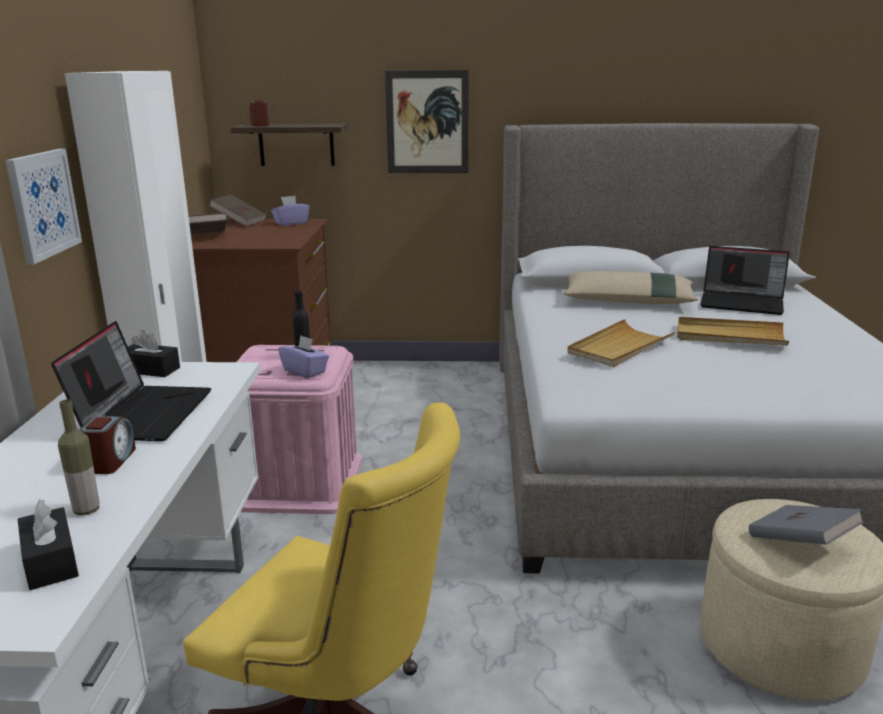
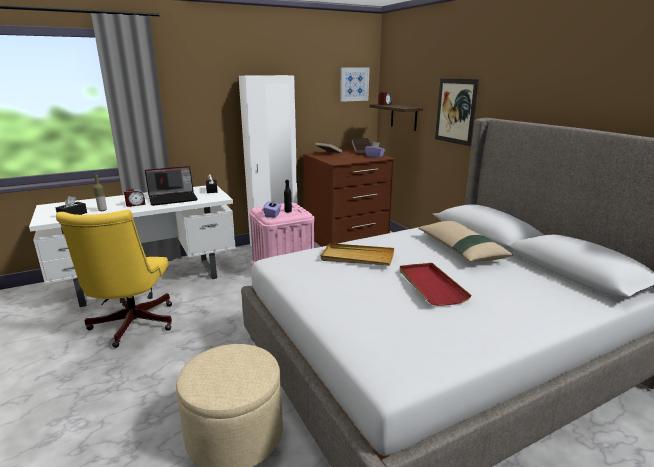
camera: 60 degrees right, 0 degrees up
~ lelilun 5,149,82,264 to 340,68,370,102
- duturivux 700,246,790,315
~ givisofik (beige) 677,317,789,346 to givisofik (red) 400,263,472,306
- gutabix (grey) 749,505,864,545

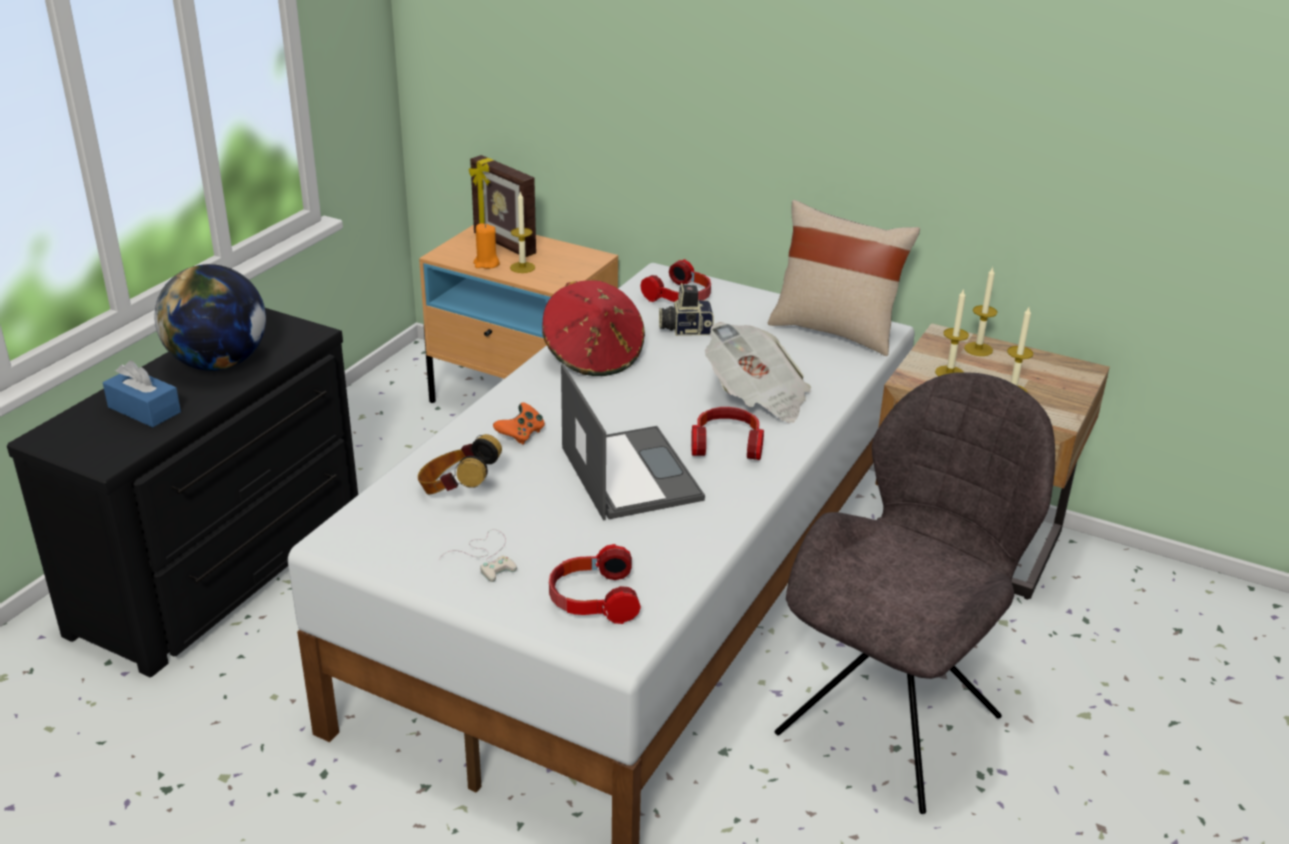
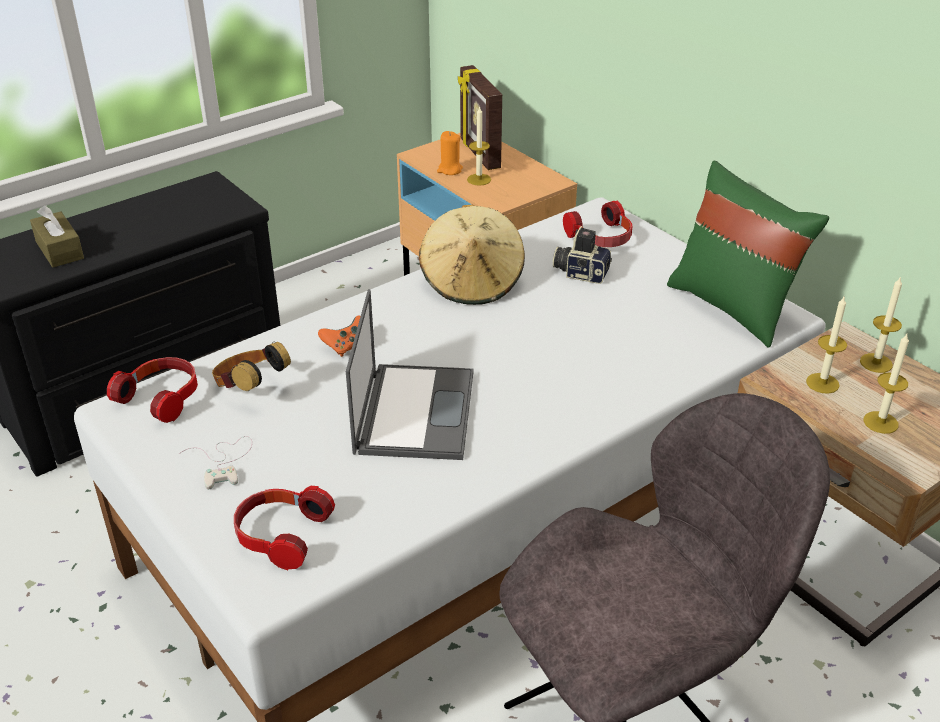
camera: 25 degrees right, 5 degrees up
~ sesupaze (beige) 768,200,920,356 to sesupaze (green) 667,161,829,347
- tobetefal 155,264,266,371
~ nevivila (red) 542,280,645,376 to nevivila (beige) 419,205,525,305
- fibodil 705,322,811,422
~ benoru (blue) 103,360,181,427 to benoru (brown) 30,205,84,267
~ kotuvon 691,407,764,460 to 107,357,198,423

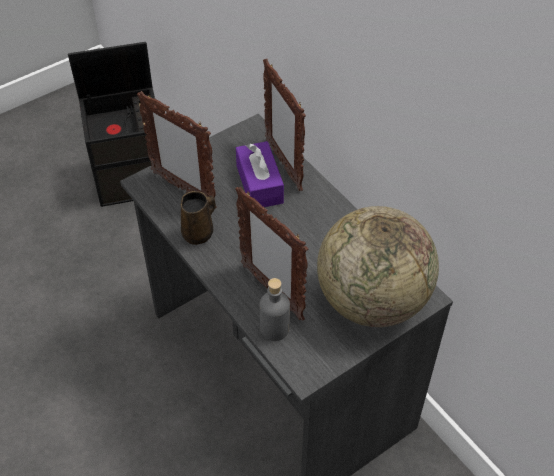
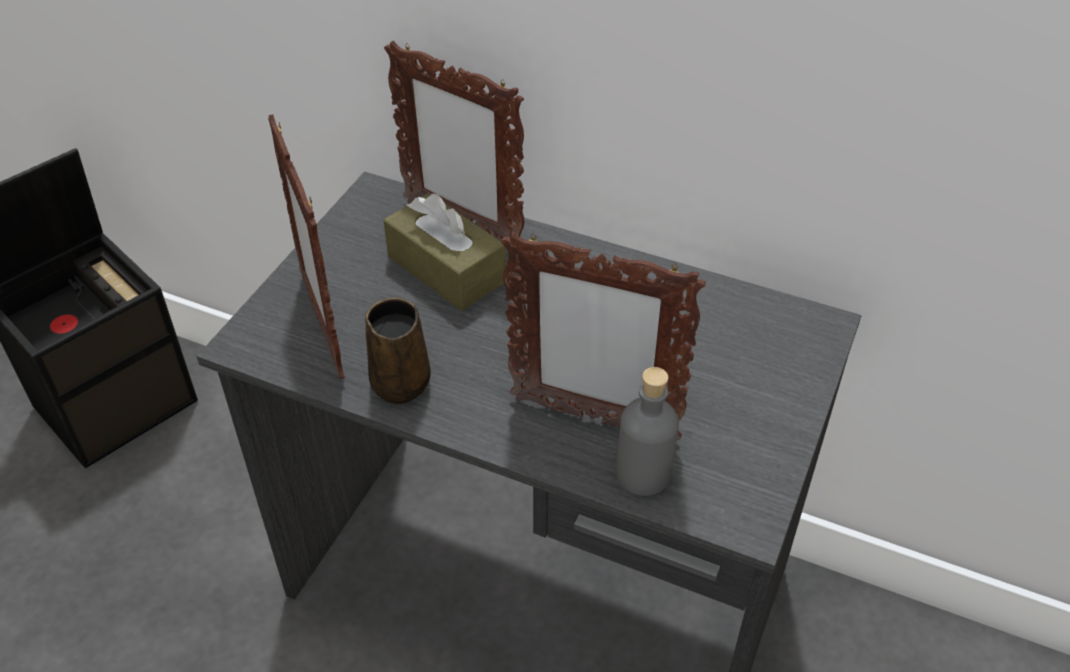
camera: 30 degrees left, 5 degrees down
~ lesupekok 137,91,217,207 = 268,114,345,379 60 degrees clockwise
~ benoru (purple) 236,141,284,207 to benoru (brown) 383,193,506,311
- tobetefal 317,206,439,327

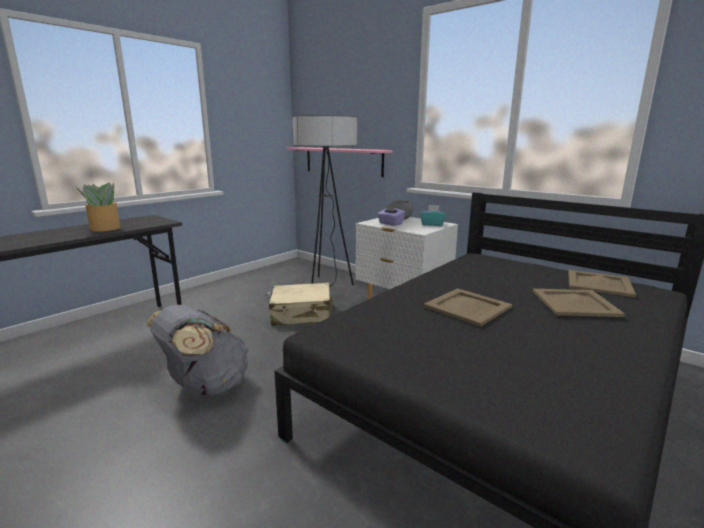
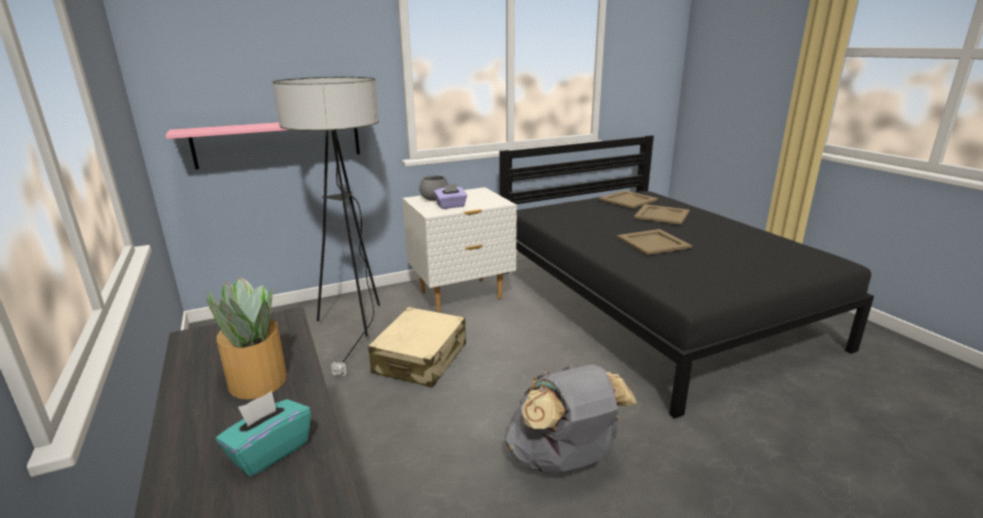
camera: 65 degrees left, 5 degrees up
~ benoru (turquoise) 420,205,446,226 to 216,391,311,477

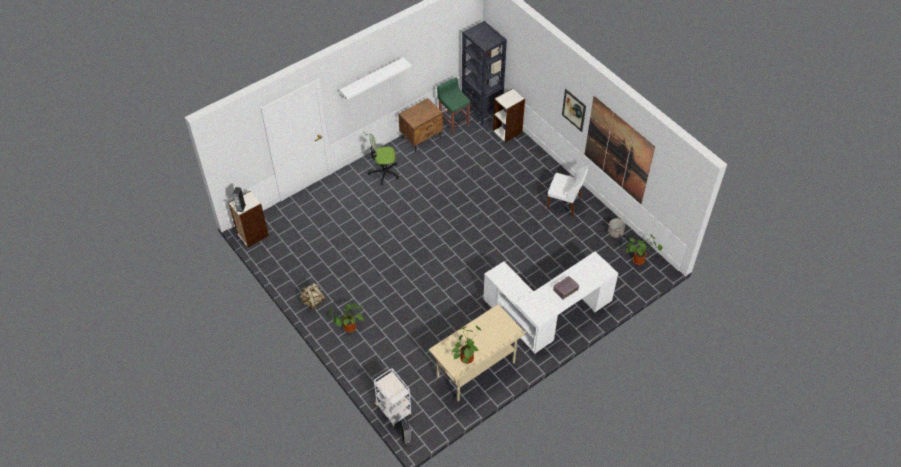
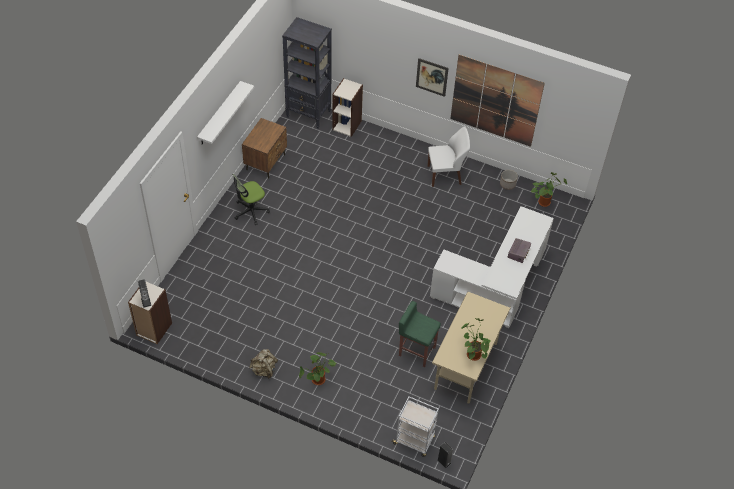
camera: 30 degrees left, 0 degrees up
~ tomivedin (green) 437,77,471,134 to 399,301,441,367

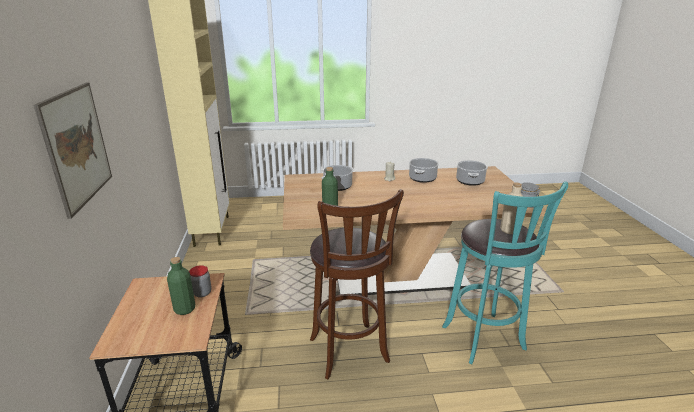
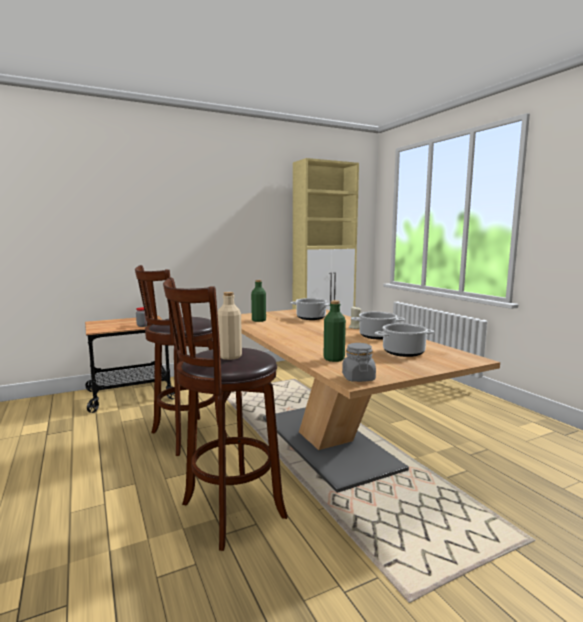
camera: 70 degrees right, 15 degrees down
- lelilun 33,83,112,219
~ tomivedin (turquoise) 442,181,568,364 to tomivedin (brown) 163,278,288,551
~ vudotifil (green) 167,257,195,315 to 324,300,346,362

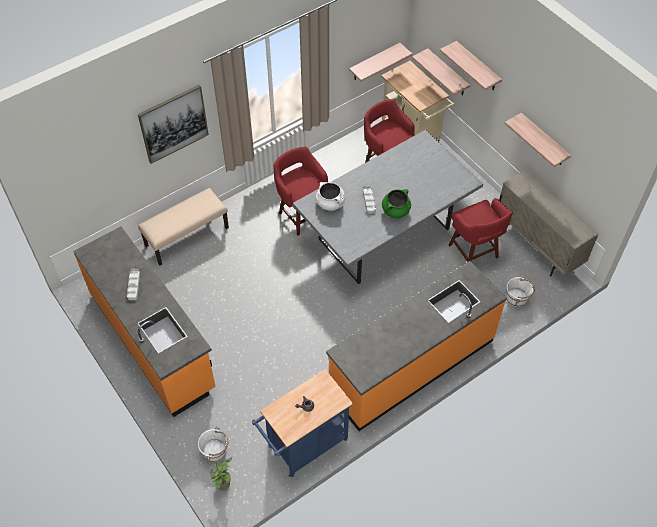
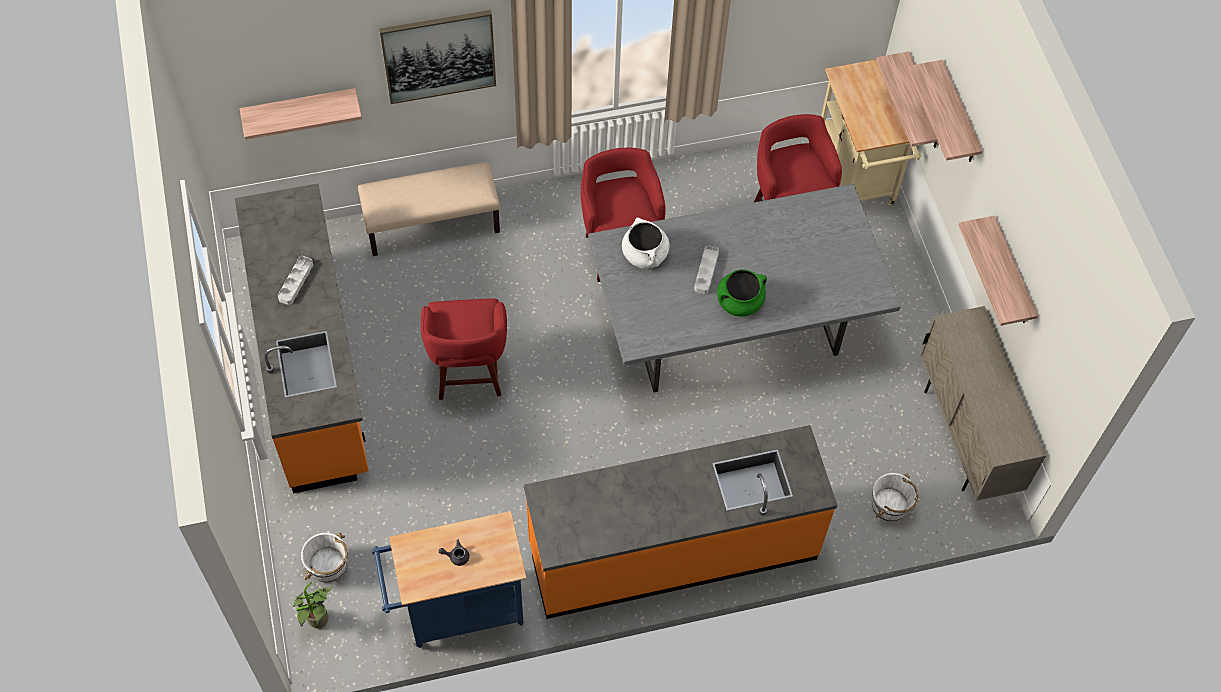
camera: 20 degrees right, 5 degrees up
~ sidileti 349,43,412,82 to 240,88,362,140
~ tomivedin (red) 449,198,513,262 to 421,298,507,400

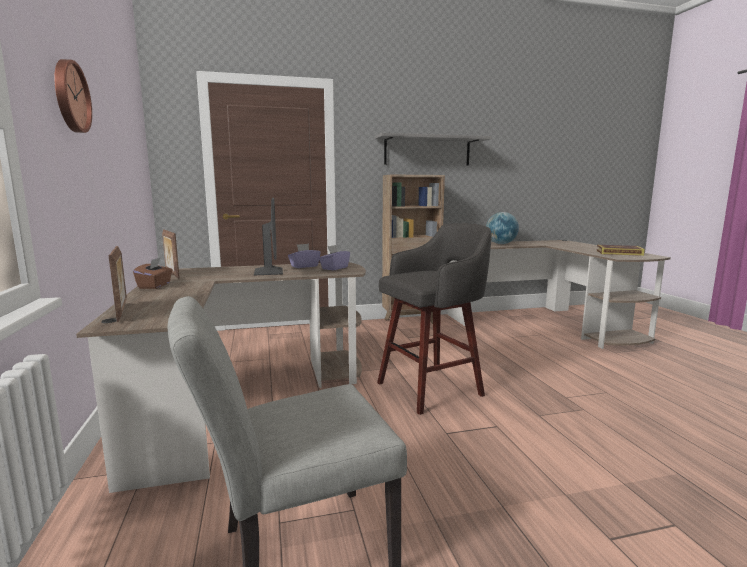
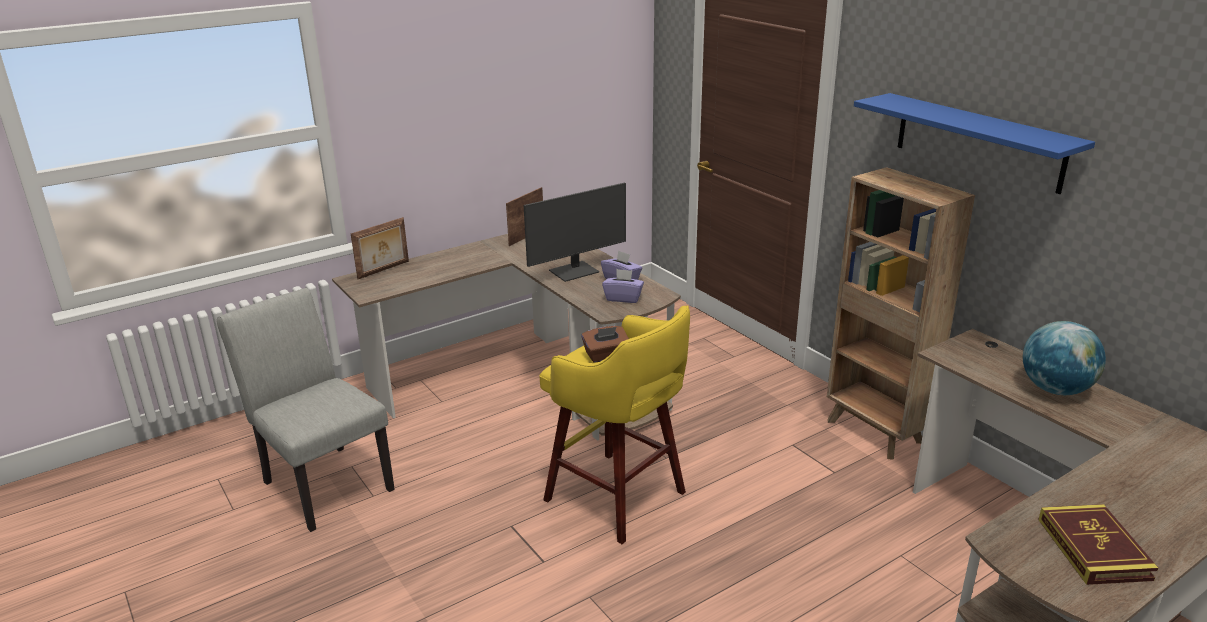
camera: 70 degrees right, 15 degrees up
- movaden 54,59,92,133
~ sidileti (grey) 375,133,491,166 to sidileti (blue) 854,93,1095,194
~ tomivedin (grey) 377,223,492,415 to tomivedin (yellow) 539,305,690,544
~ benoru (brown) 133,257,173,289 to 581,326,629,363

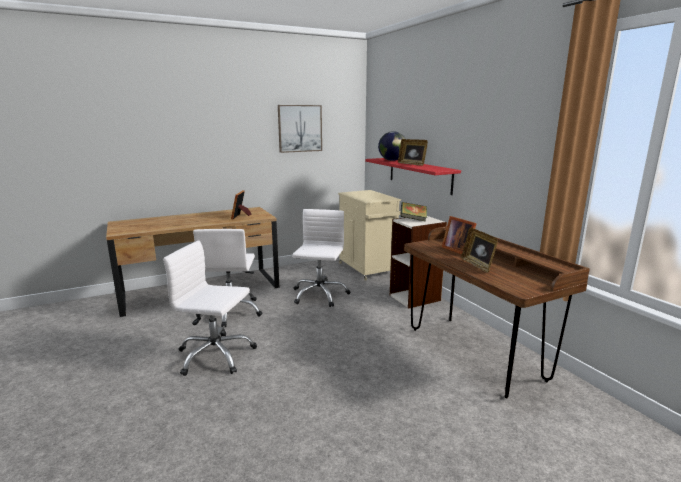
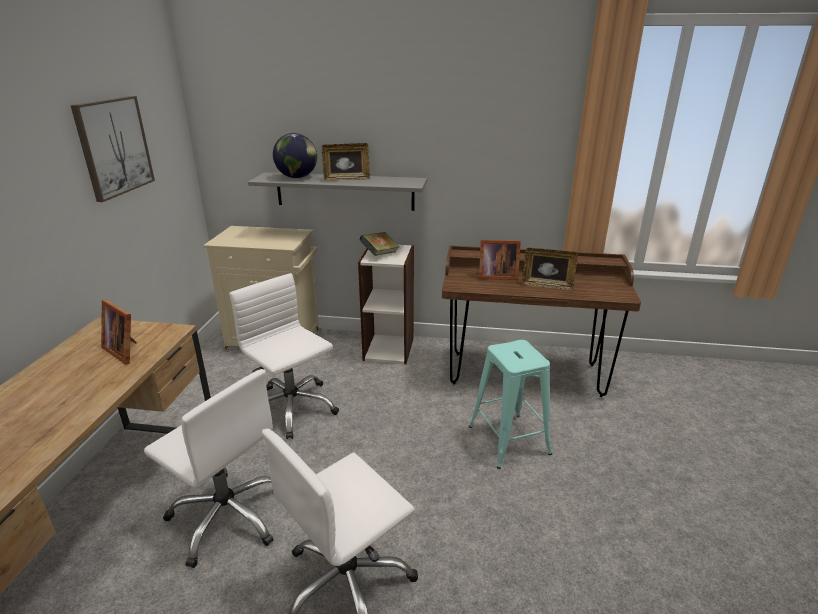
camera: 55 degrees left, 10 degrees up
~ sidileti (red) 365,158,461,195 to sidileti (grey) 248,172,427,211
+ tomivedin (turquoise) 469,340,552,469

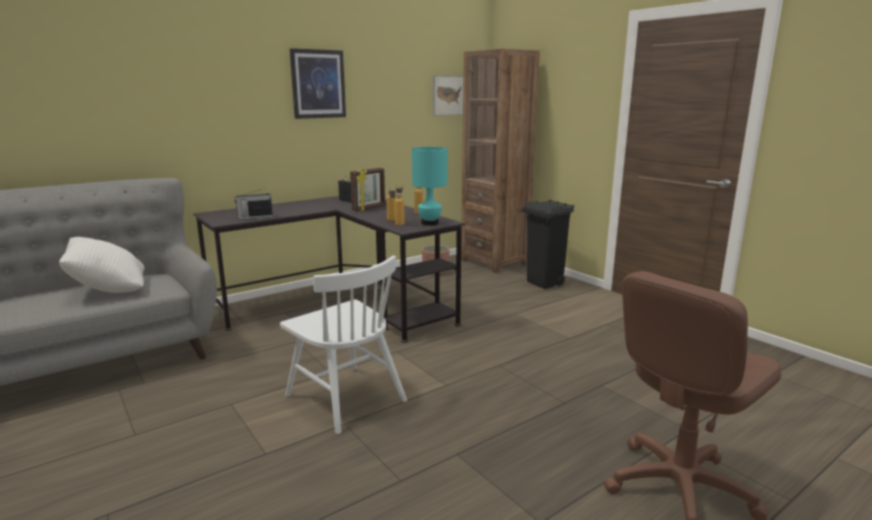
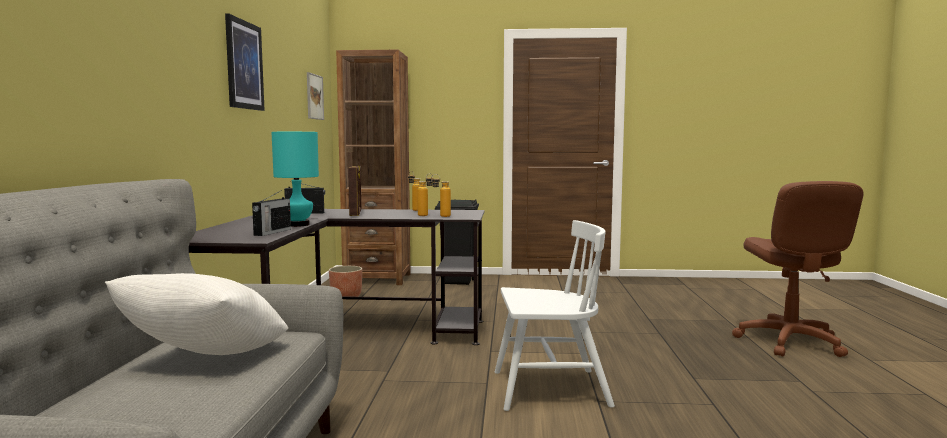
camera: 50 degrees left, 10 degrees down
~ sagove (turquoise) 412,147,448,225 to 271,132,319,227

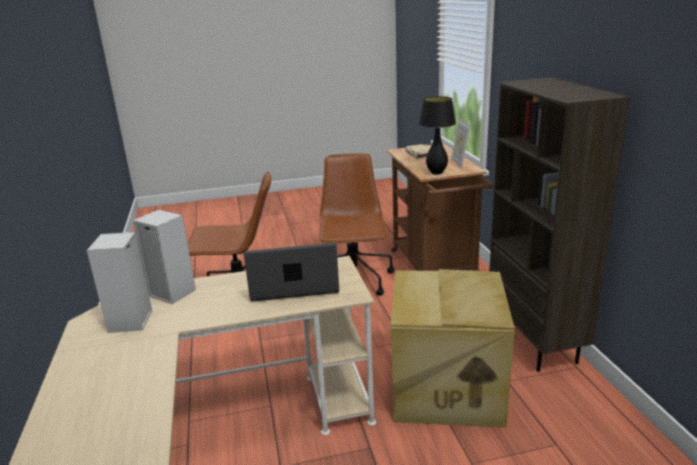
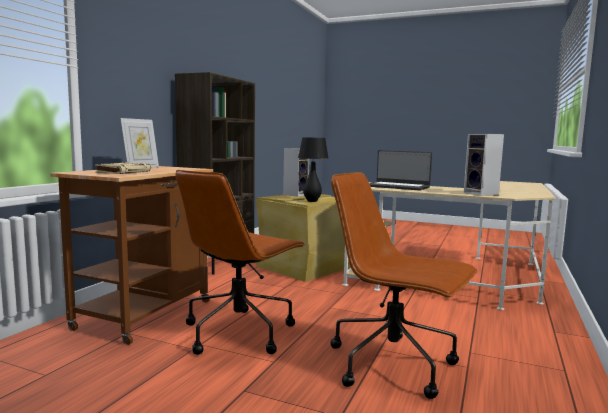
camera: 145 degrees left, 15 degrees down
~ sagove (black) 419,96,456,175 to 298,137,329,202
~ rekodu 87,232,152,333 to 283,148,309,197

